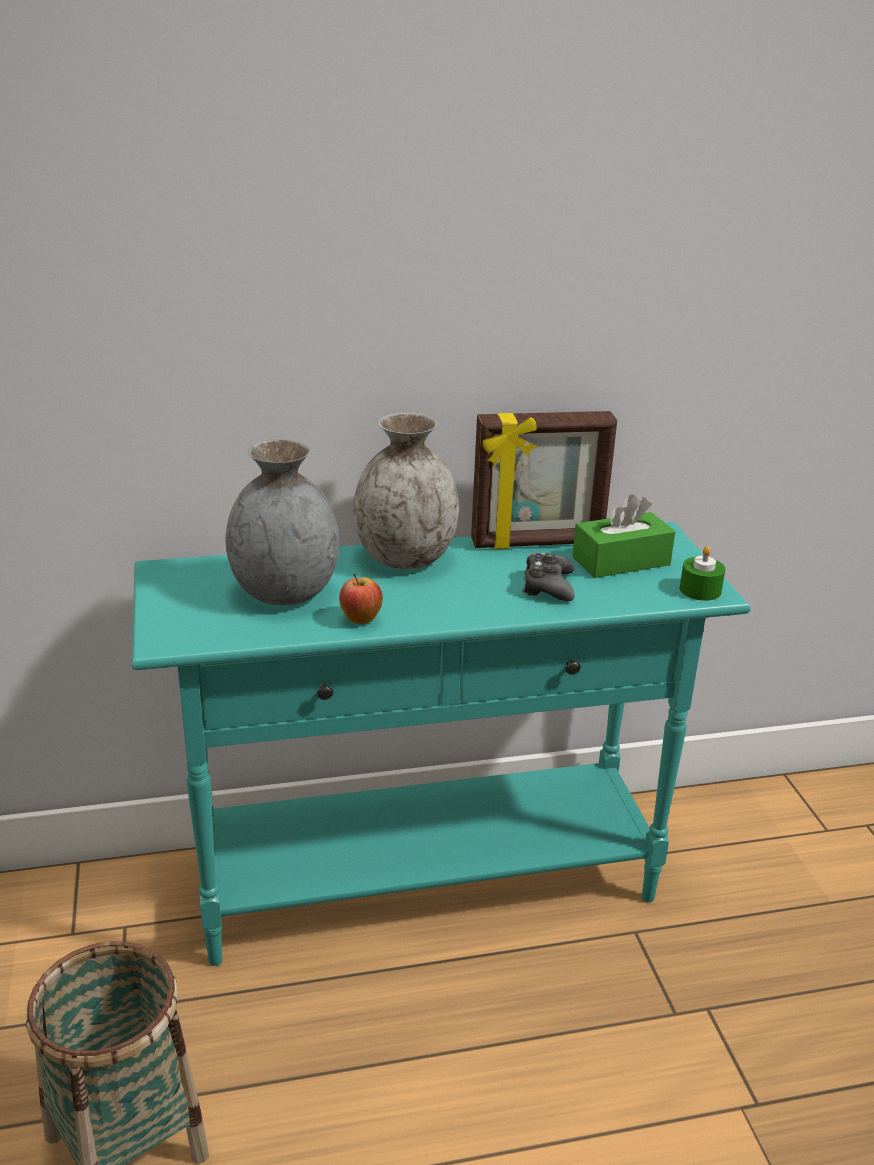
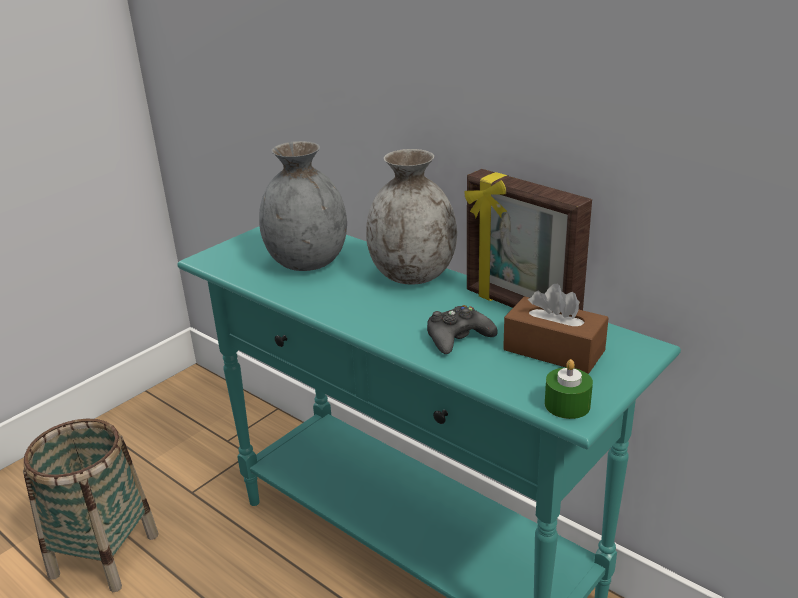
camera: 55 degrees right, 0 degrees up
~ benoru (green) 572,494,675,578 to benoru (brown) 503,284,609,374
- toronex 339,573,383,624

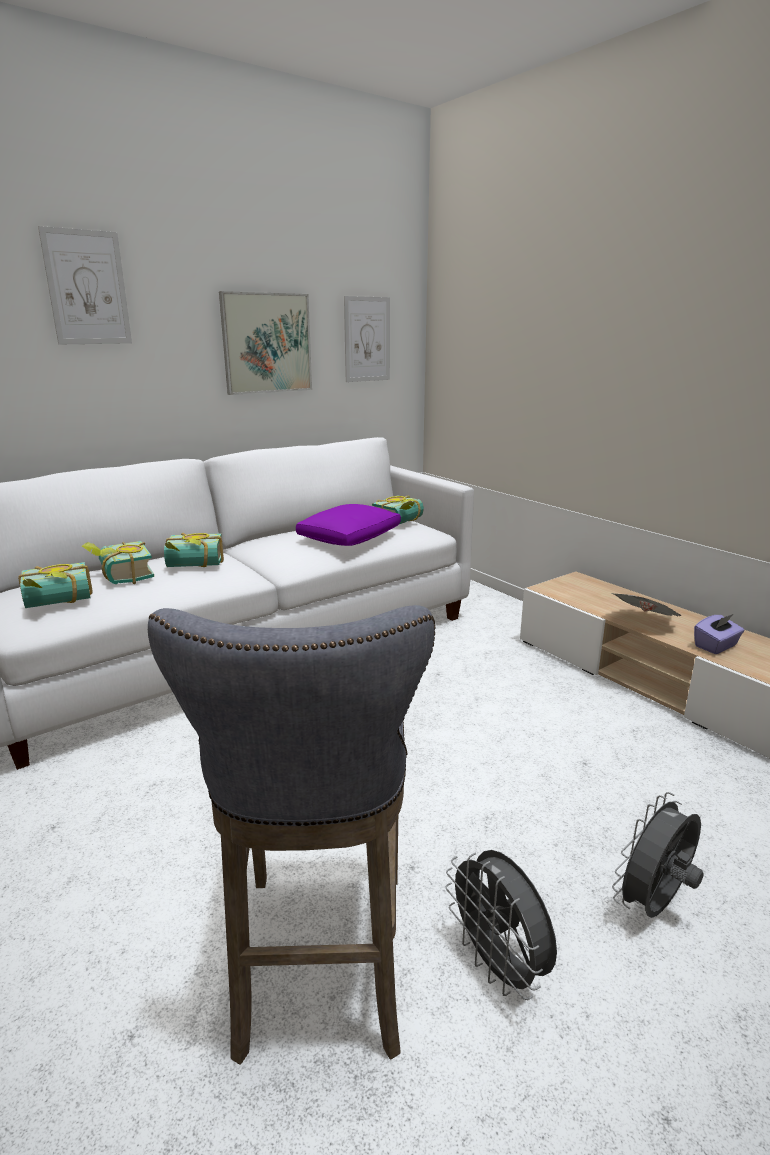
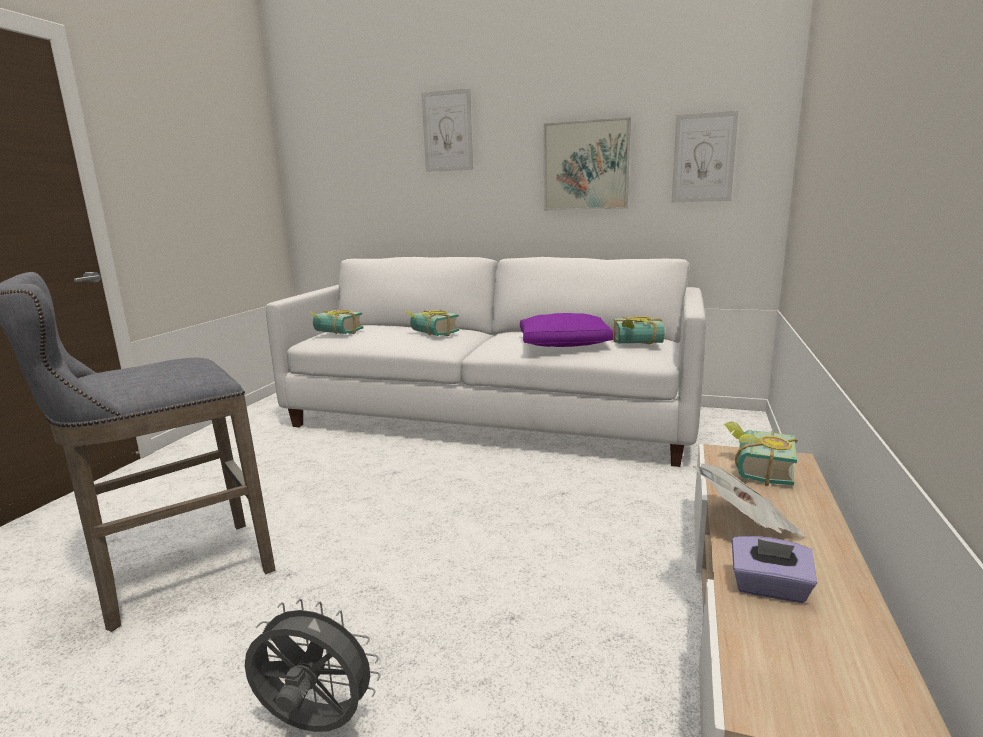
camera: 55 degrees right, 5 degrees down
~ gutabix 82,541,154,584 to 724,421,798,486
- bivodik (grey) 445,850,557,1000

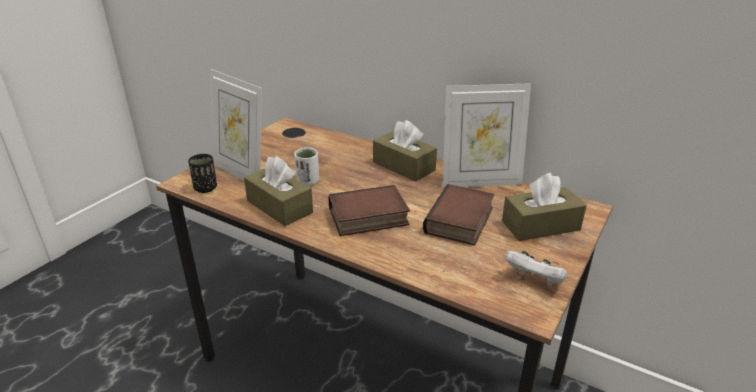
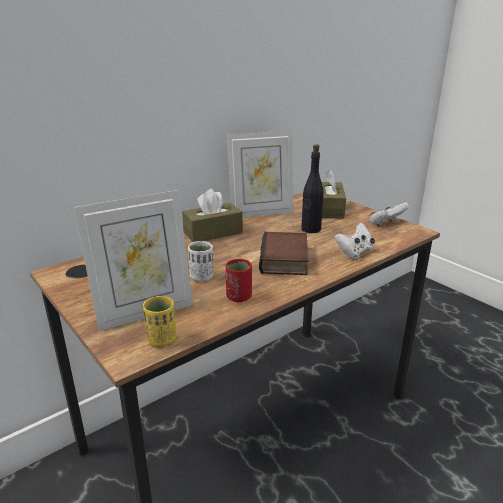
camera: 70 degrees left, 5 degrees down
~ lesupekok 443,83,531,188 = 227,131,294,218 60 degrees clockwise
~ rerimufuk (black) 188,154,217,193 to rerimufuk (yellow) 143,296,176,347
~ benoru (brown) 244,156,313,226 to rerimufuk (red) 225,259,252,302
~ gutabix 423,184,494,245 to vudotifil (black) 301,144,324,233
+ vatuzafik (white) 335,223,375,259

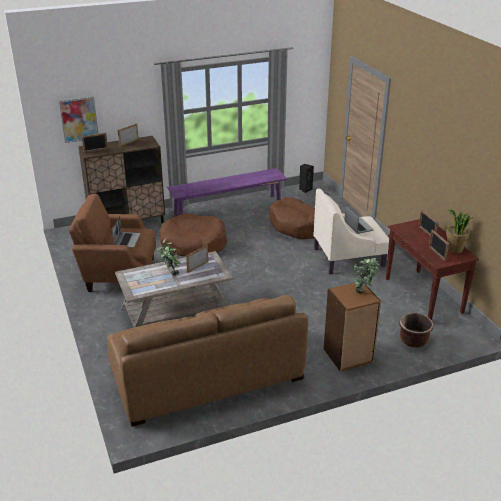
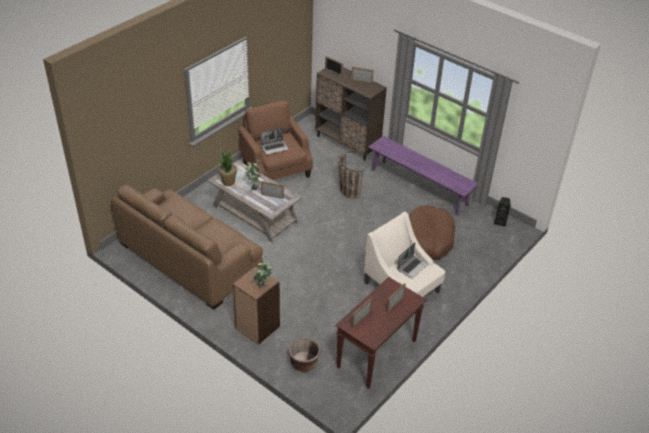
camera: 60 degrees right, 10 degrees up
- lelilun 59,96,98,143
~ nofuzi 446,210,474,253 to 216,149,237,186
~ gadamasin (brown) 159,214,227,256 to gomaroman 338,151,369,199

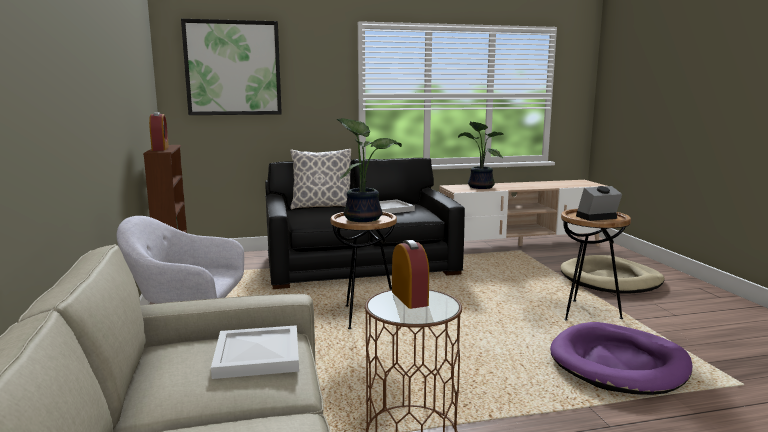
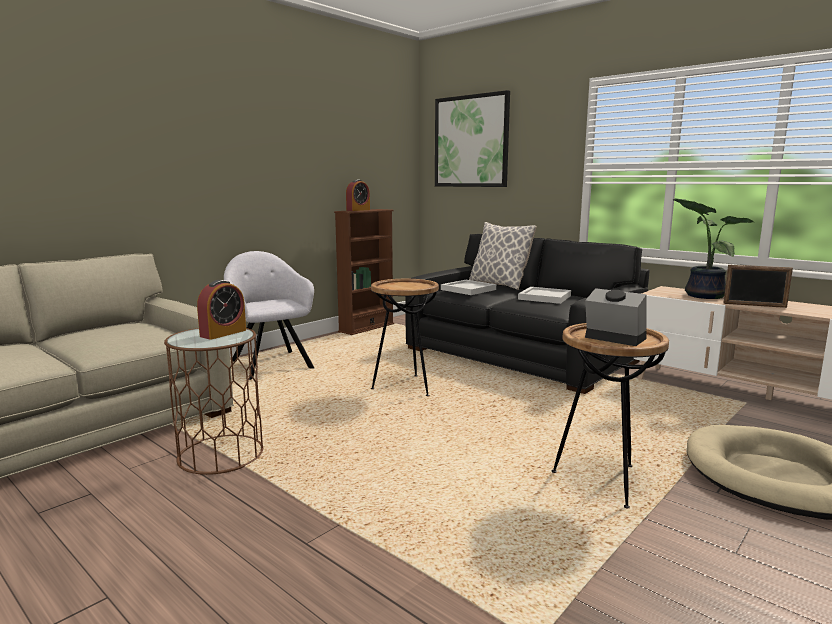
camera: 55 degrees right, 0 degrees up
- nofuzi 336,118,402,222
- gadamasin (purple) 550,322,692,395
~ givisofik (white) 211,325,299,379 to 441,280,496,295
+ lesupekok 724,265,793,308

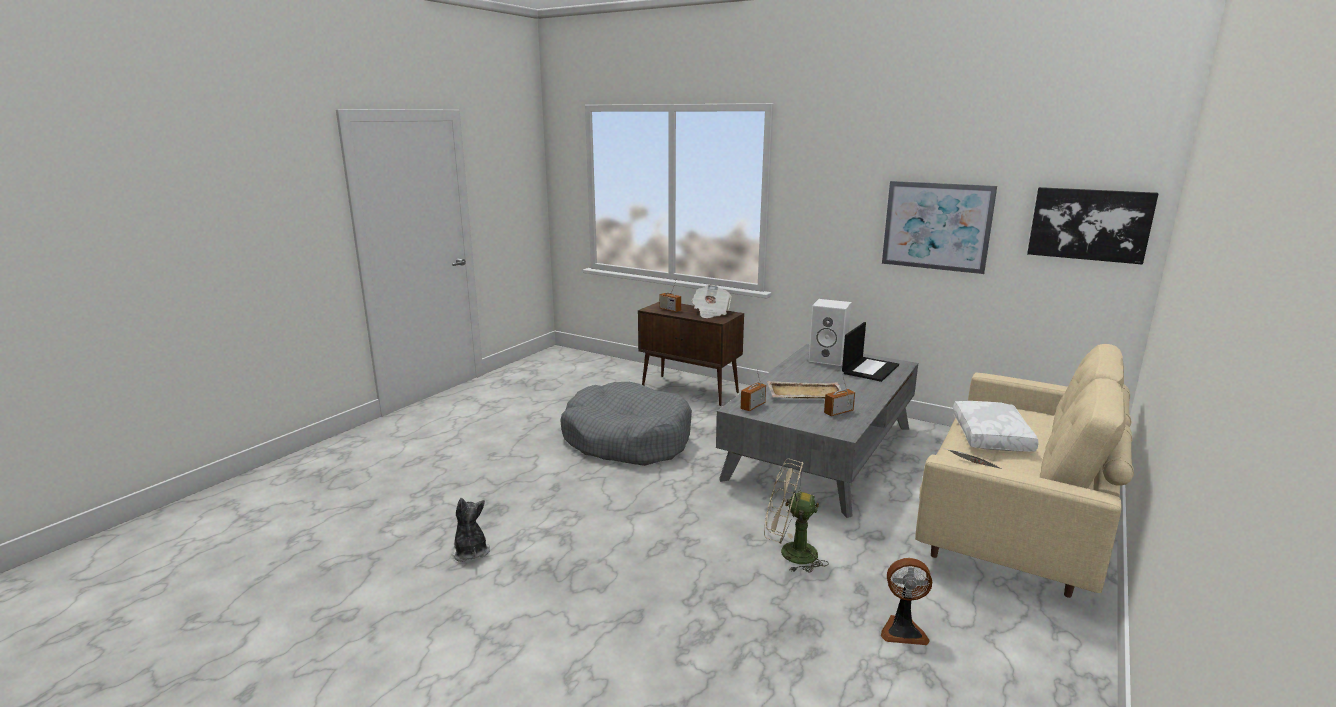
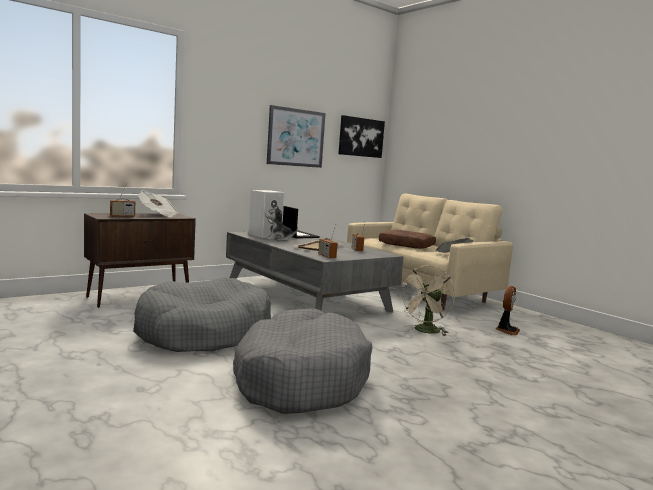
camera: 70 degrees left, 10 degrees down
~ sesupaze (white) 953,401,1039,452 to sesupaze (brown) 379,230,436,249
~ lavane 452,498,490,562 to 265,205,298,241
+ gadamasin (grey) 233,309,373,414

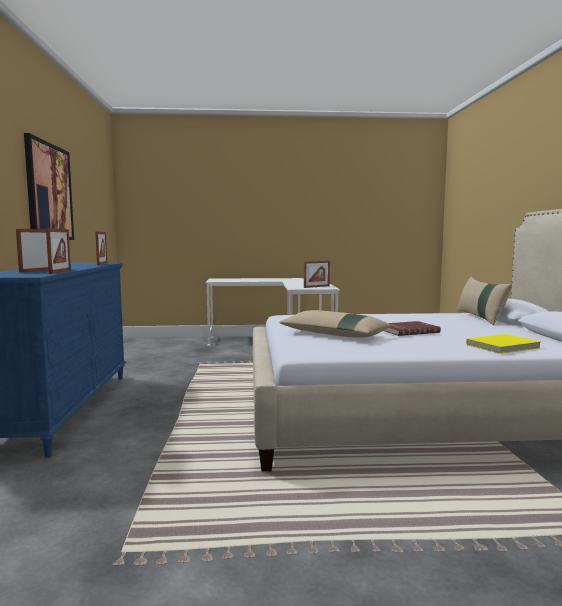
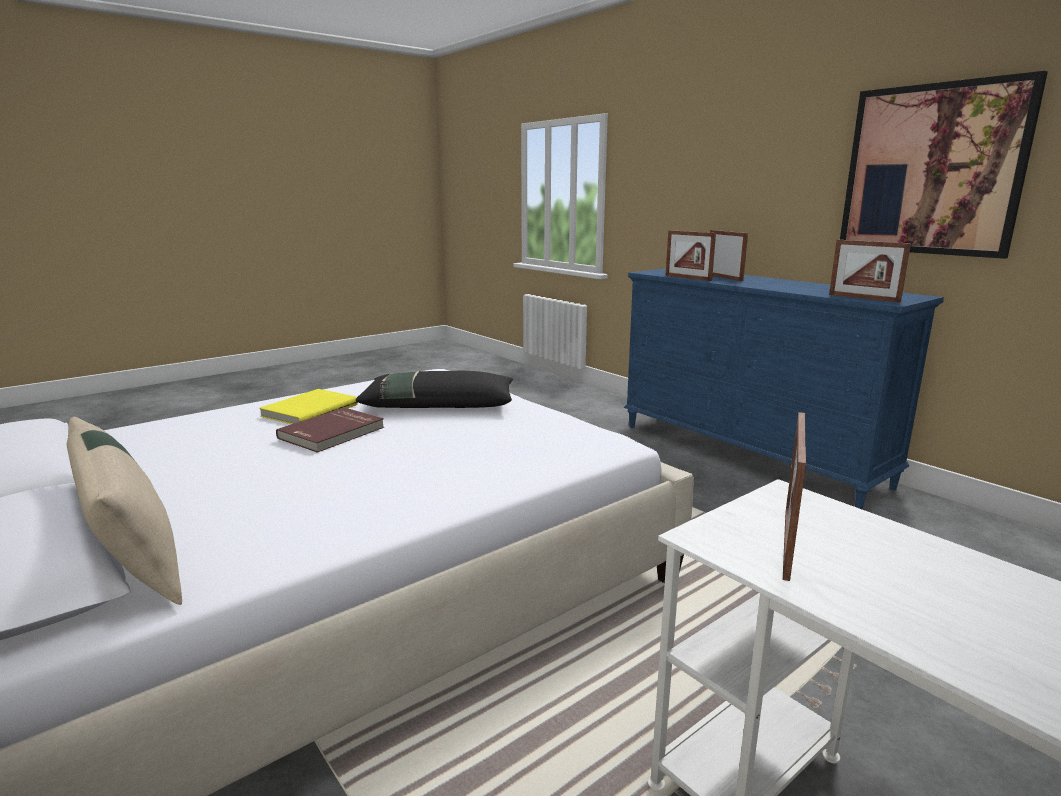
camera: 145 degrees right, 10 degrees up
~ sesupaze (beige) 279,310,391,338 to sesupaze (black) 356,370,513,408
~ gutabix (yellow) 466,334,541,354 to 259,389,358,424

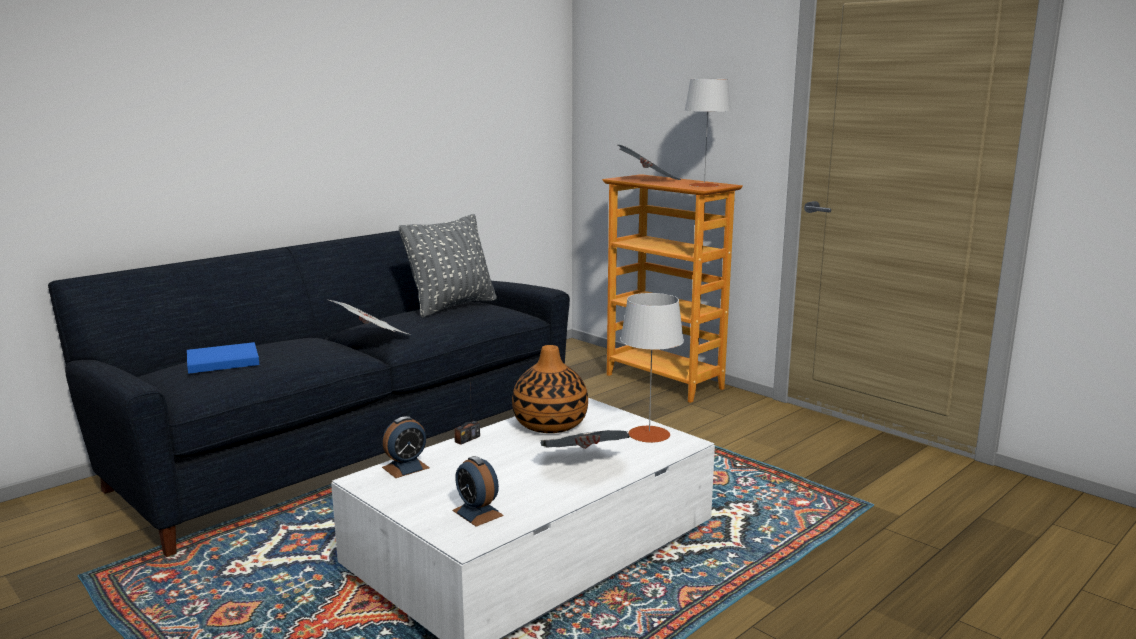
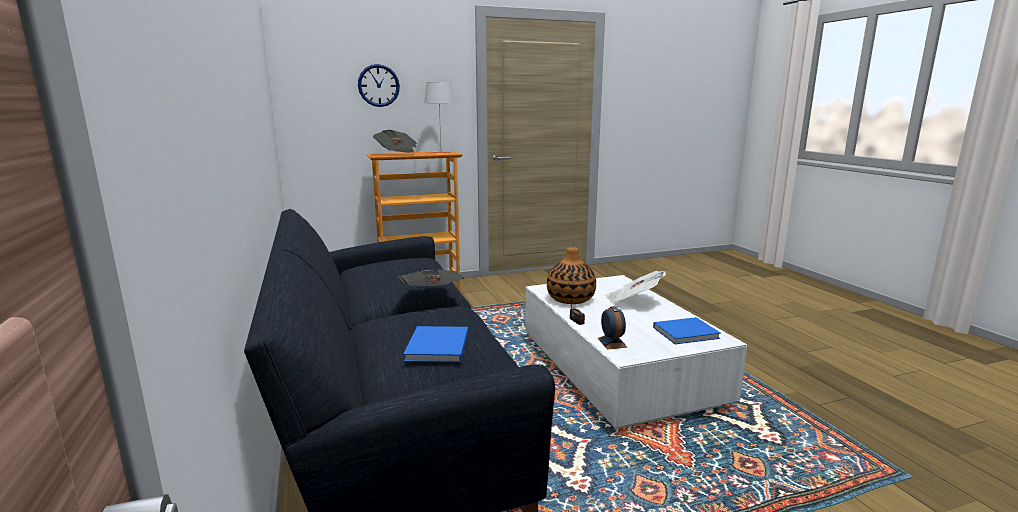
camera: 65 degrees left, 0 degrees up
- sesupaze (grey) 399,214,497,318
- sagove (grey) 620,293,684,443
~ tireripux 452,456,504,526 to gutabix (blue) 653,317,721,344
+ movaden 358,64,400,107

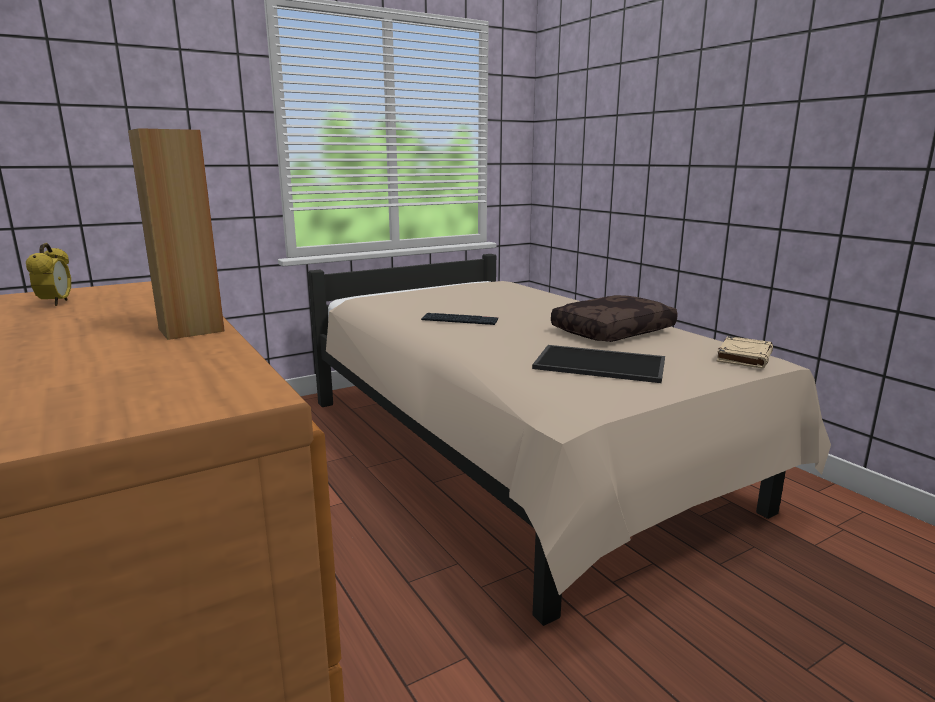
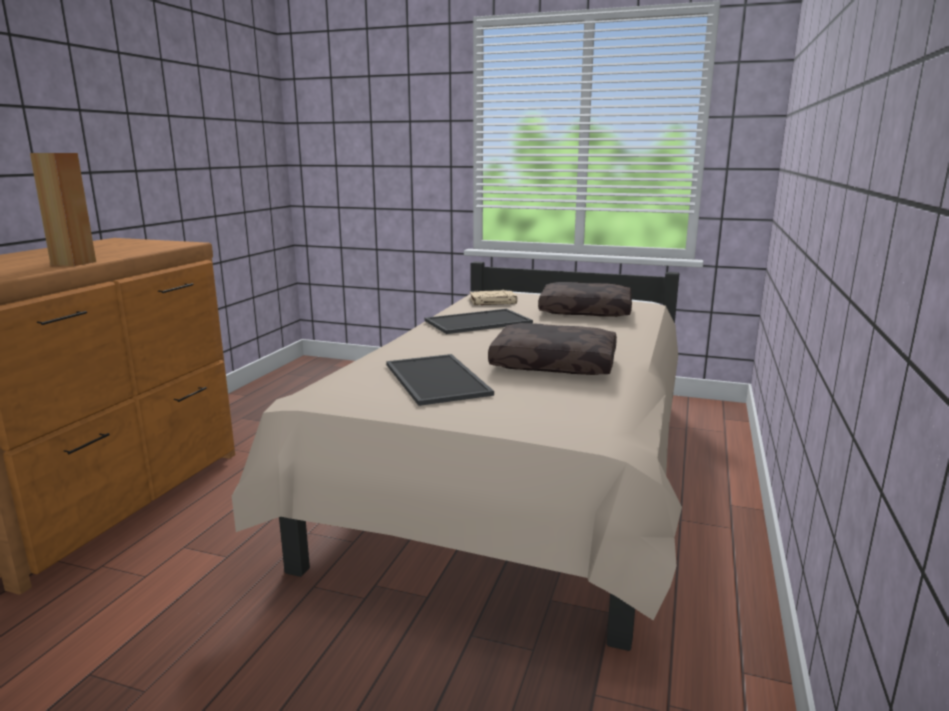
camera: 50 degrees right, 0 degrees up
- tireripux 26,243,71,306
~ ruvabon 421,313,498,325 to givisofik 425,309,533,334
~ gutabix (beige) 716,336,773,369 to 469,290,517,305
+ sesupaze (brown) 538,282,632,317

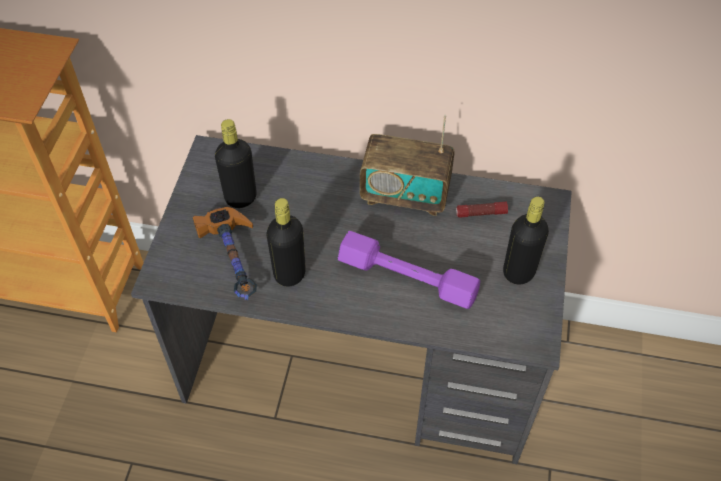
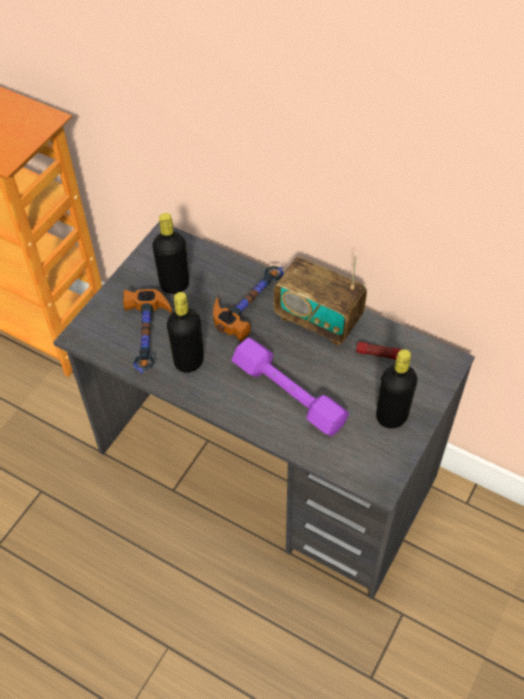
camera: 20 degrees right, 0 degrees up
+ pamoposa 213,266,284,342

